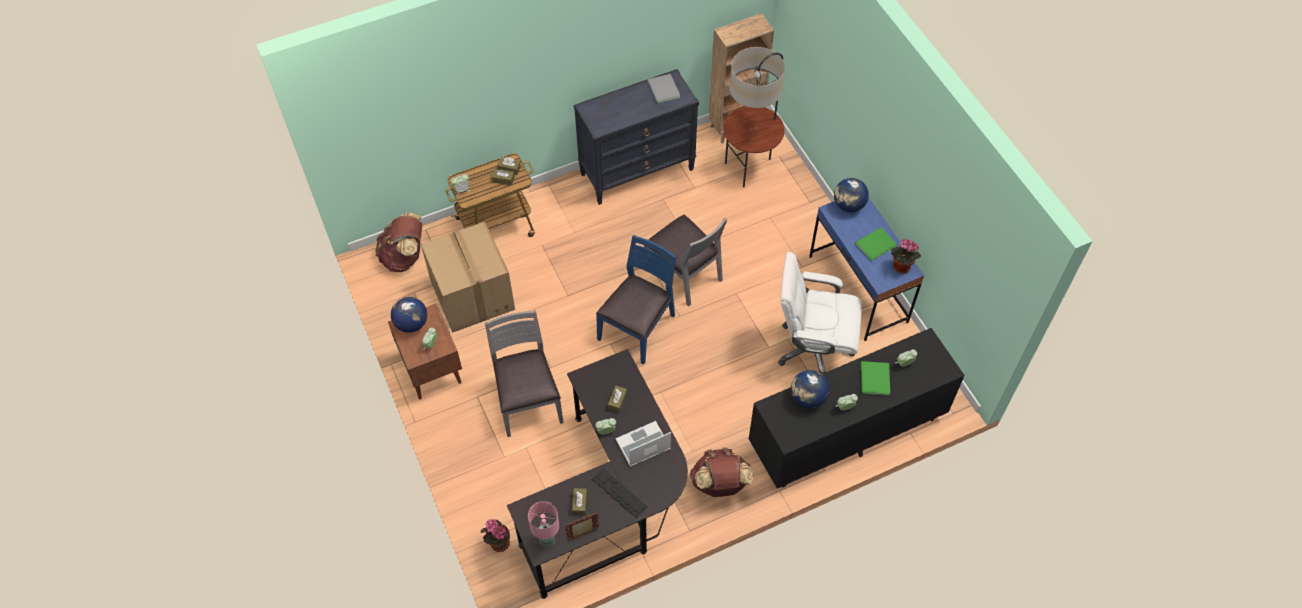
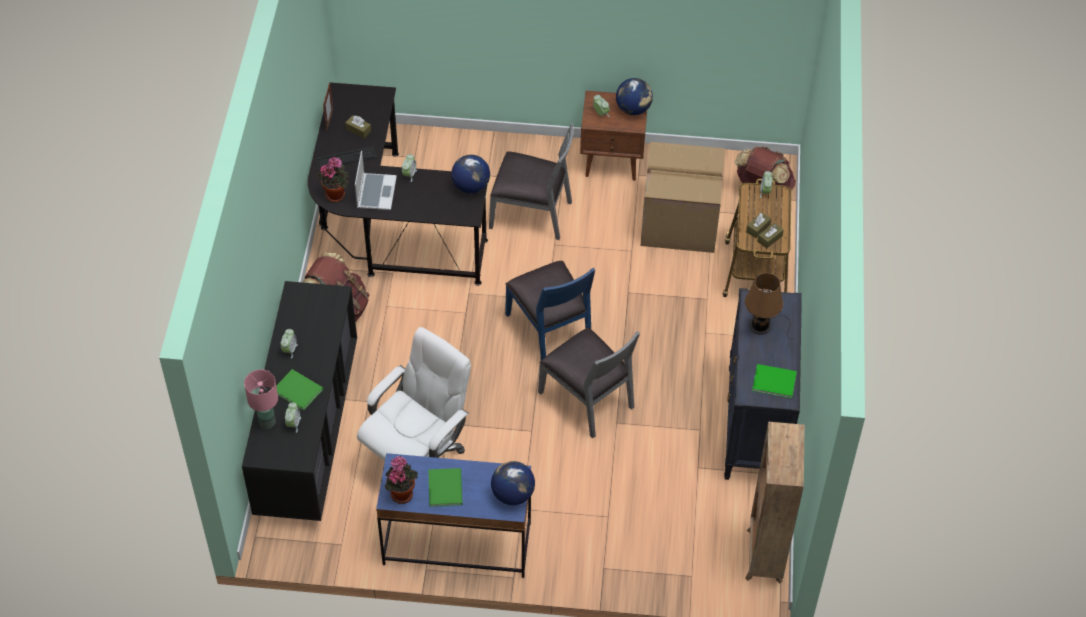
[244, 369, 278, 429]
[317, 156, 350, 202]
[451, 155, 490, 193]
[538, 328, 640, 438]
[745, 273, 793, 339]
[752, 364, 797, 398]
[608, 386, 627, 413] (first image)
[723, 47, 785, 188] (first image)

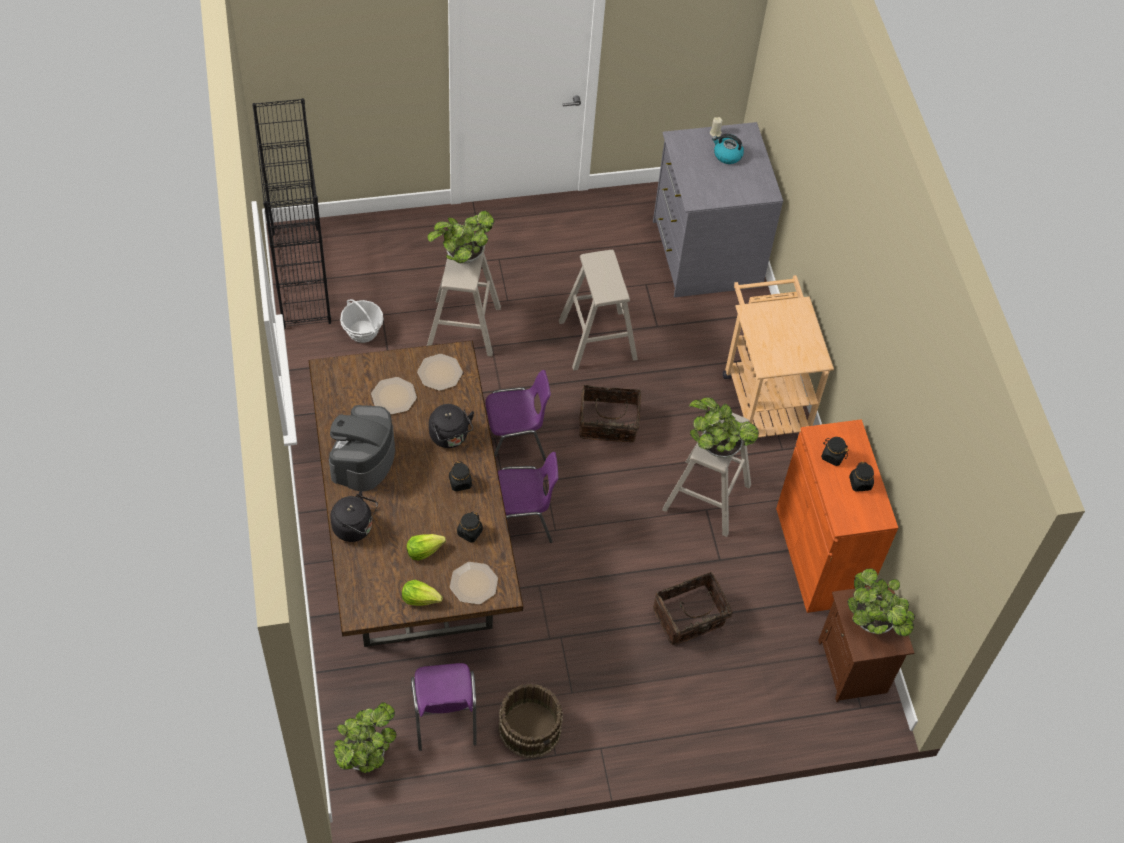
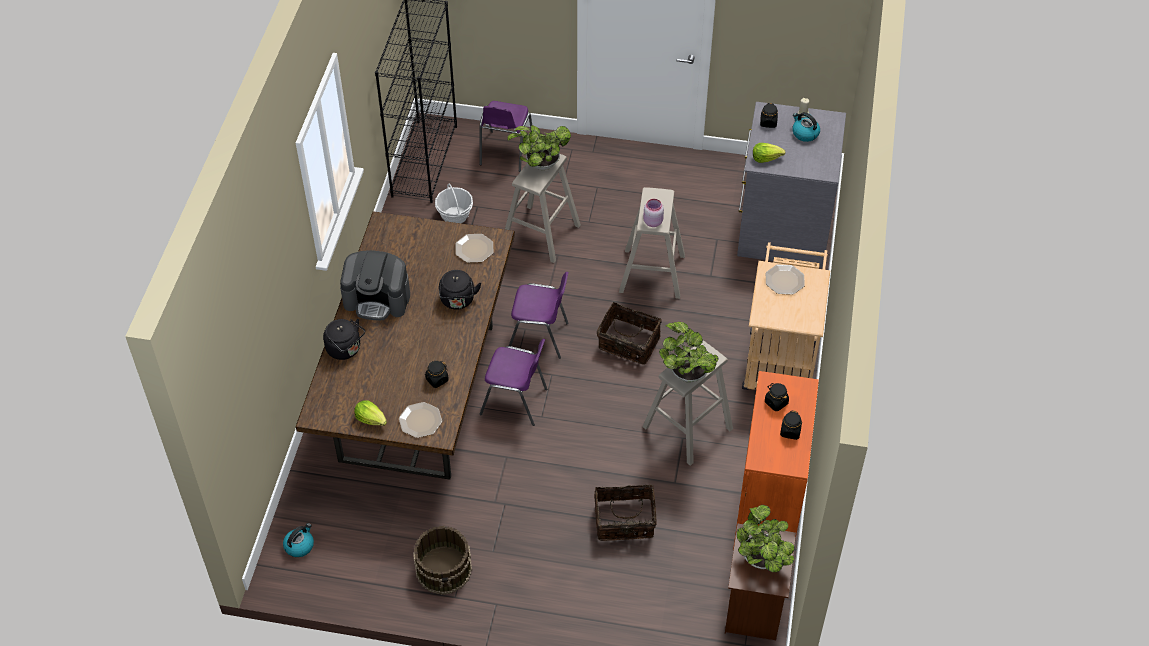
[283, 523, 314, 557]
[340, 250, 410, 321]
[479, 101, 532, 172]
[643, 199, 664, 227]
[753, 143, 786, 163]
[760, 103, 778, 128]
[766, 265, 805, 295]

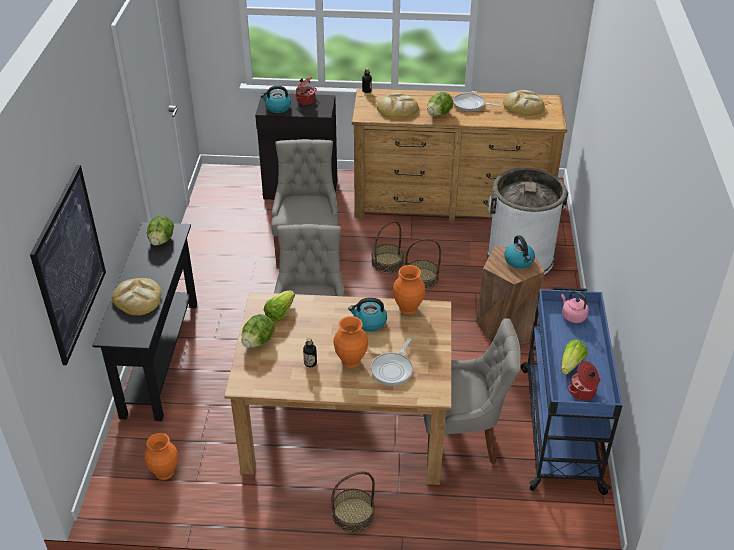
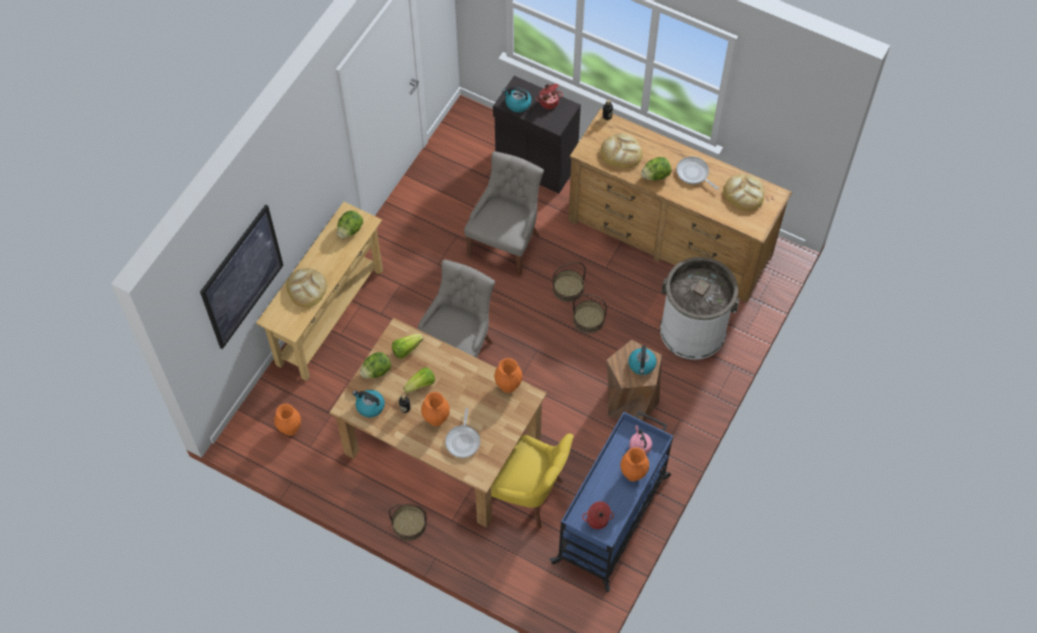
[256, 202, 383, 381]
[352, 390, 385, 418]
[404, 367, 435, 393]
[445, 408, 480, 458]
[491, 433, 574, 529]
[620, 448, 649, 482]

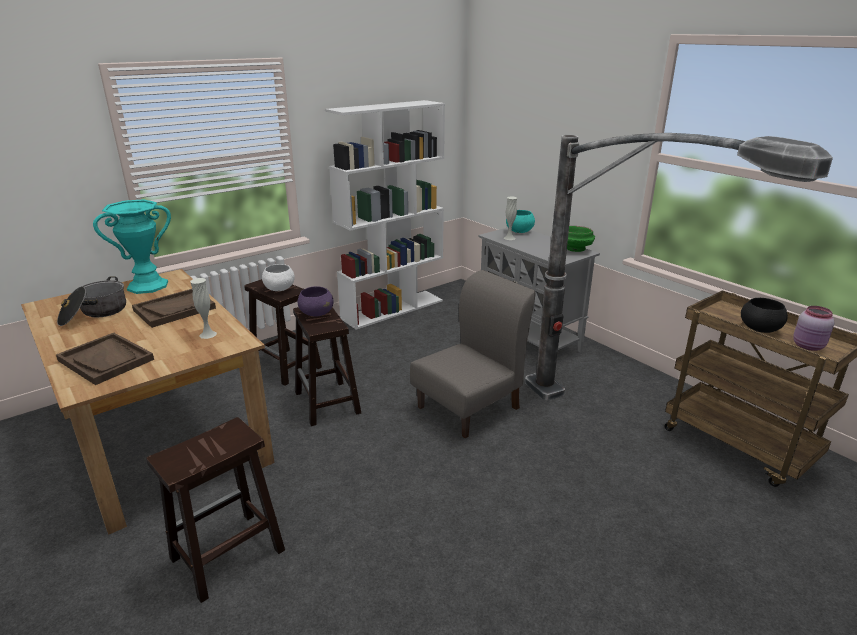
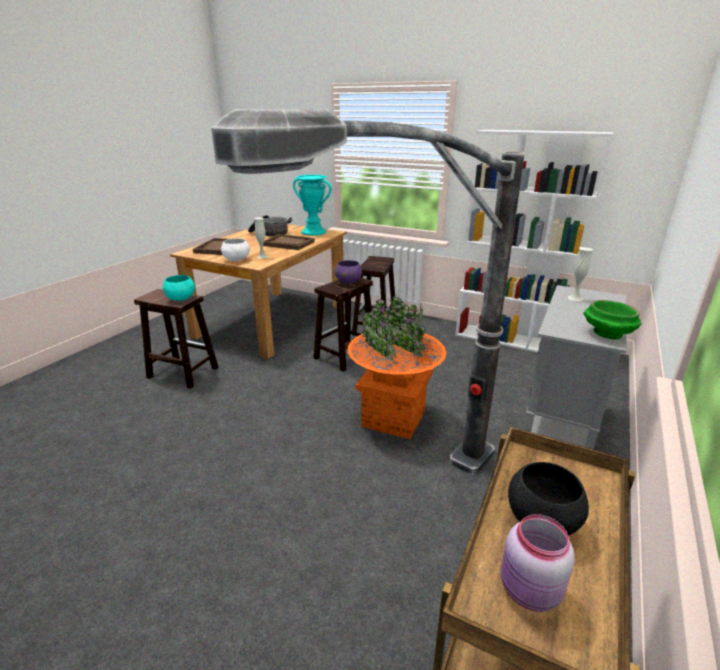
[163, 275, 195, 301]
[221, 238, 250, 261]
[348, 296, 446, 439]

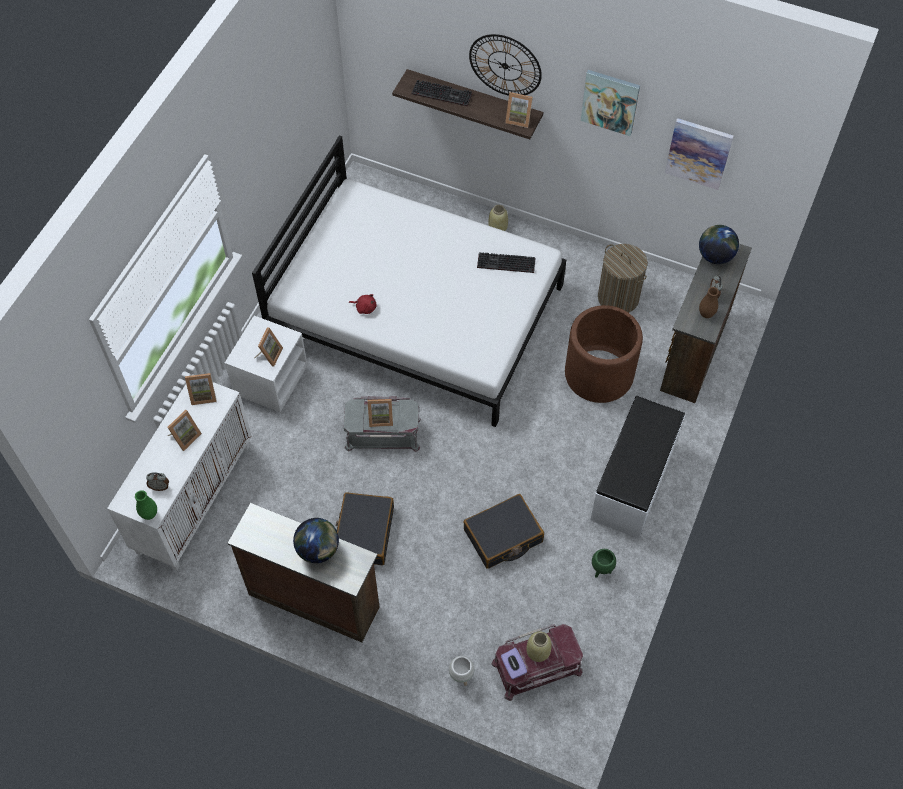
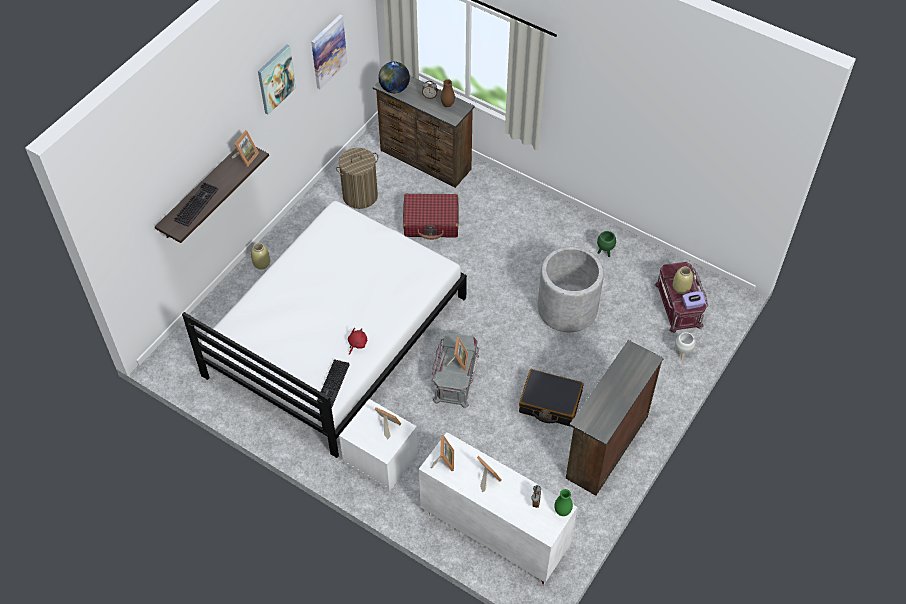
[317, 359, 350, 408]
[403, 194, 459, 240]
[538, 247, 604, 332]
[293, 518, 339, 563] (first image)
[469, 34, 542, 96] (first image)
[590, 396, 685, 538] (first image)

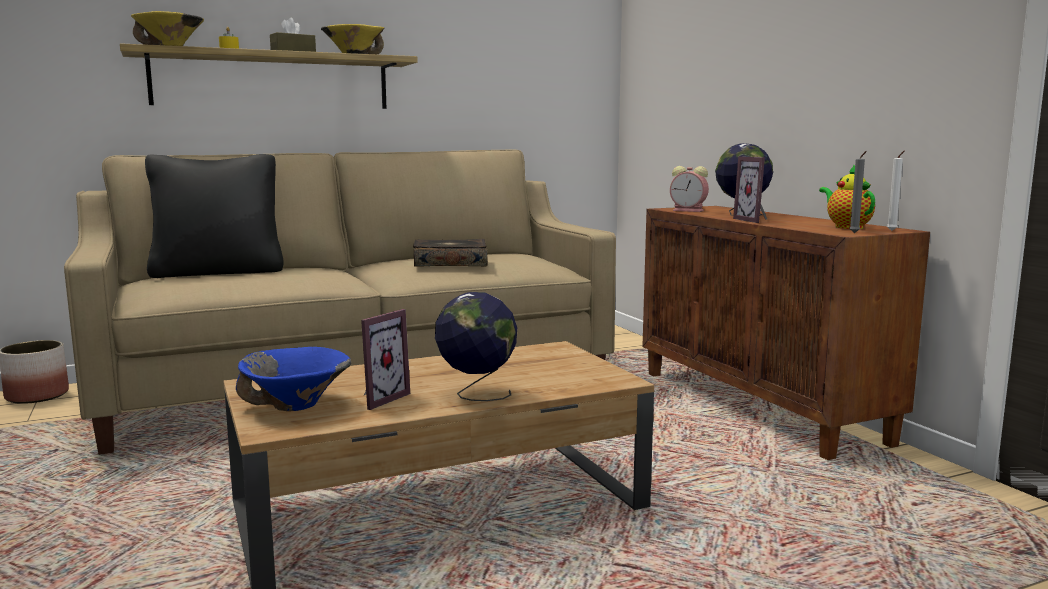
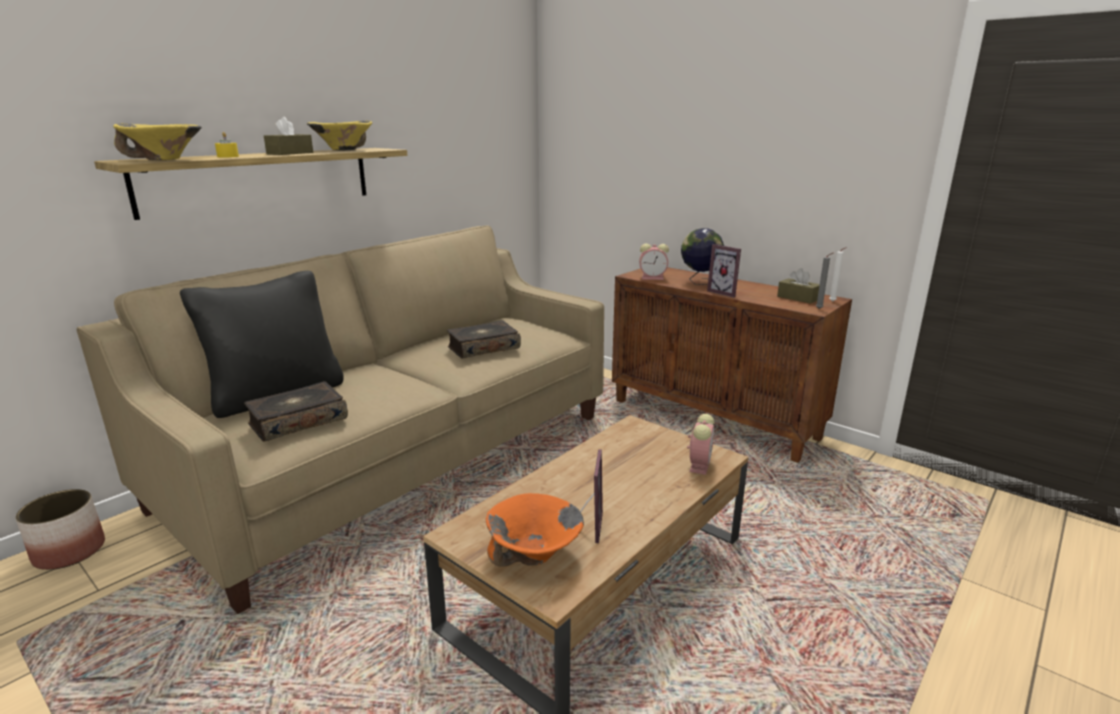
[244, 381, 348, 442]
[486, 493, 584, 567]
[687, 414, 715, 475]
[777, 268, 820, 304]
[435, 292, 517, 401] (first image)

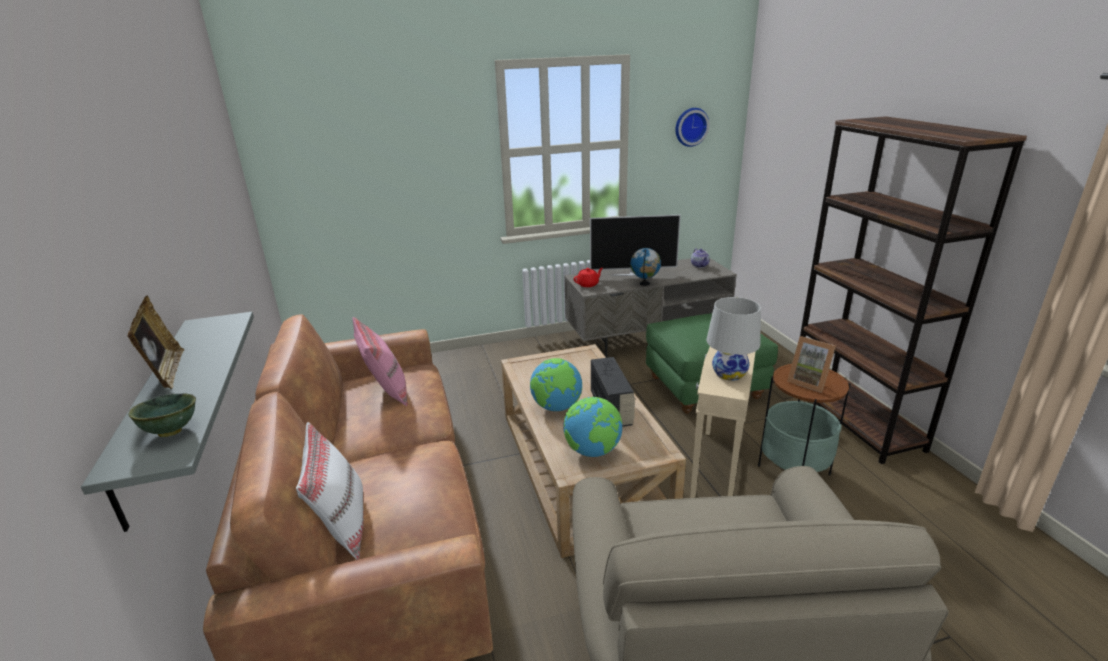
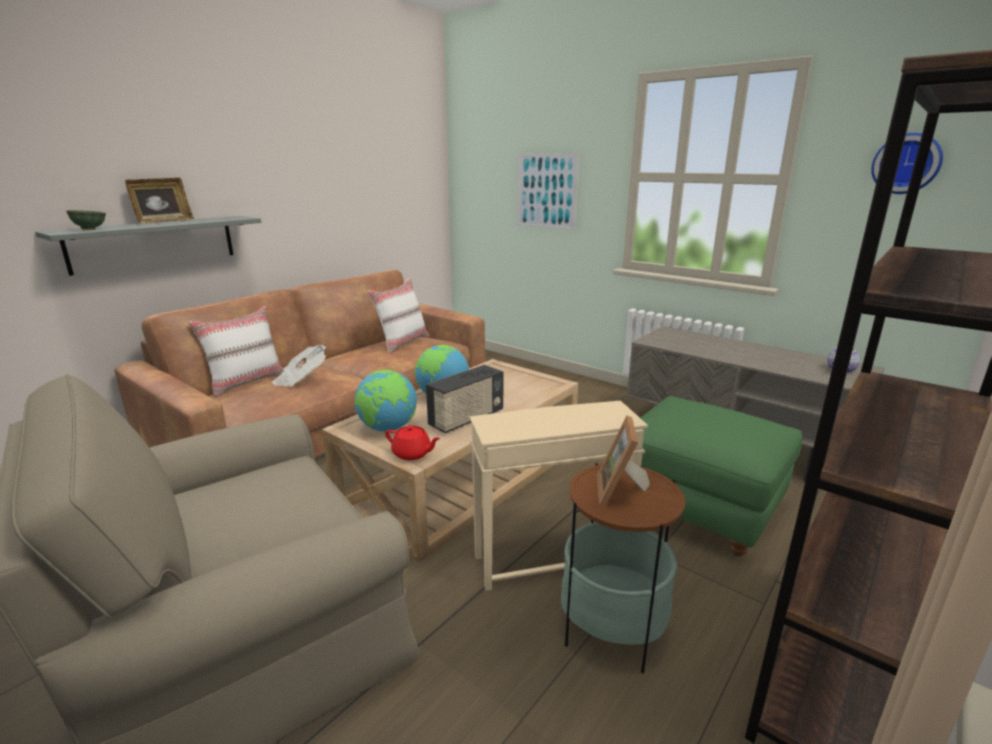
[272, 345, 326, 387]
[368, 278, 429, 354]
[385, 425, 440, 460]
[517, 153, 579, 231]
[590, 215, 681, 276] (first image)
[630, 248, 661, 286] (first image)
[706, 297, 761, 381] (first image)

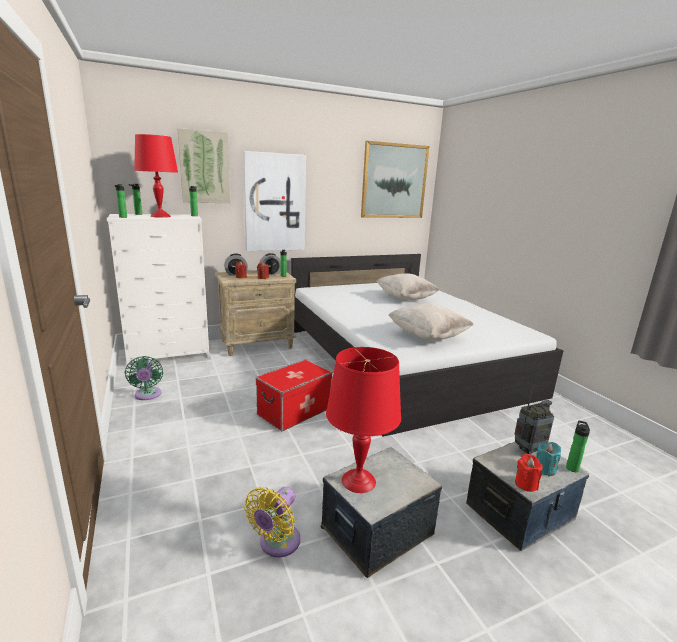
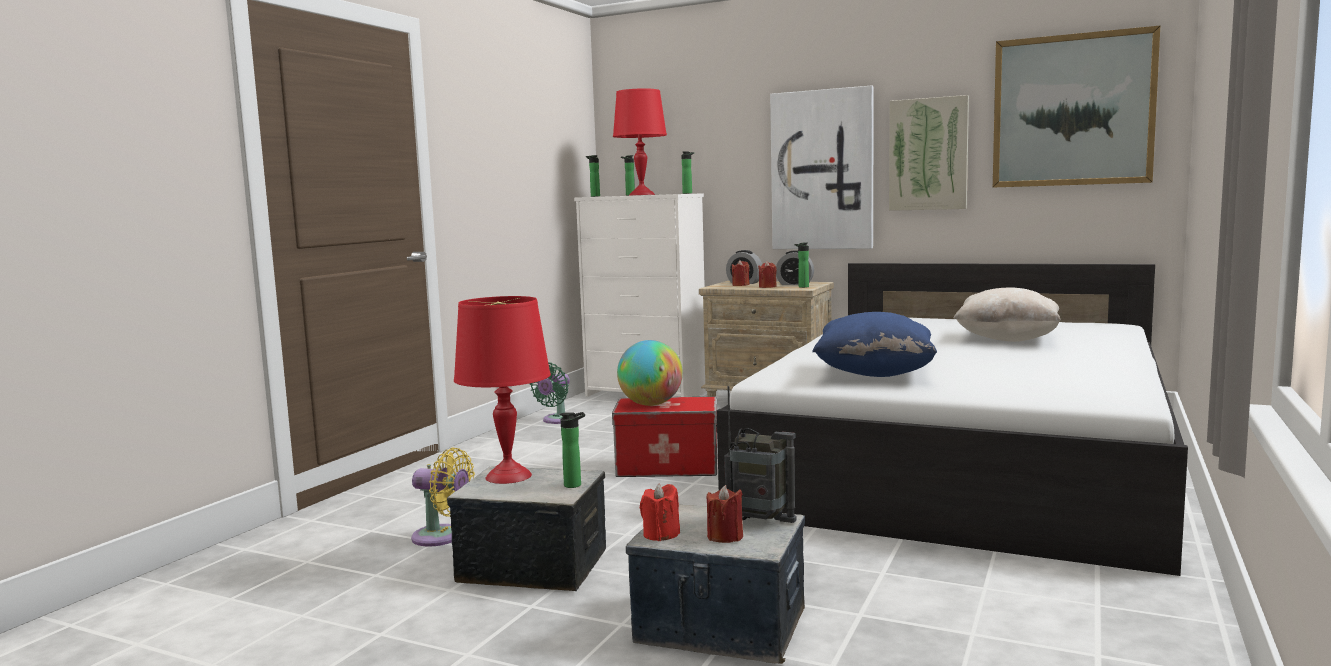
[411, 448, 475, 547]
[560, 412, 585, 488]
[617, 340, 683, 406]
[707, 485, 743, 543]
[812, 312, 937, 377]
[889, 95, 969, 211]

